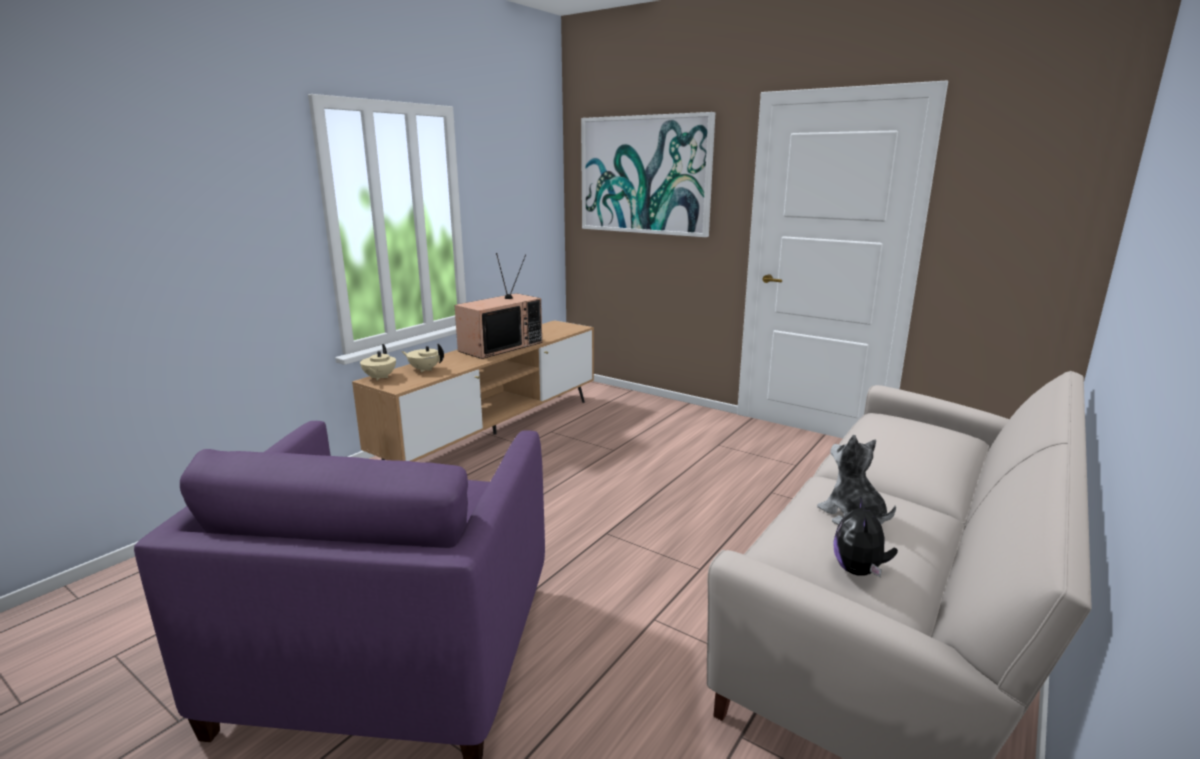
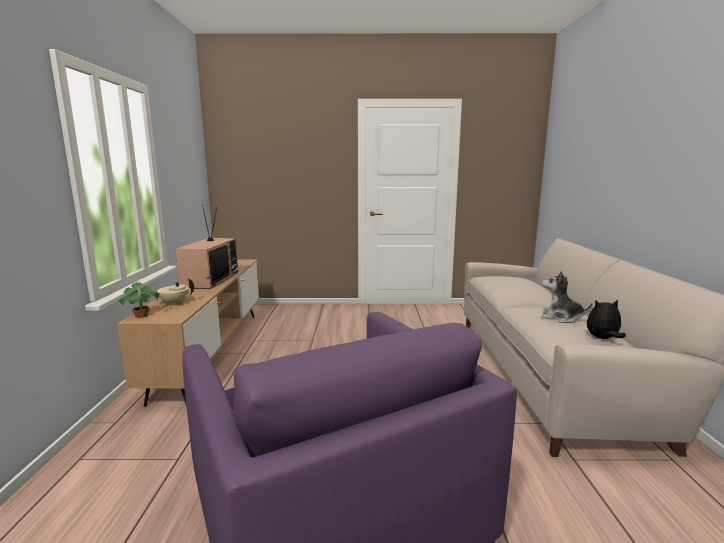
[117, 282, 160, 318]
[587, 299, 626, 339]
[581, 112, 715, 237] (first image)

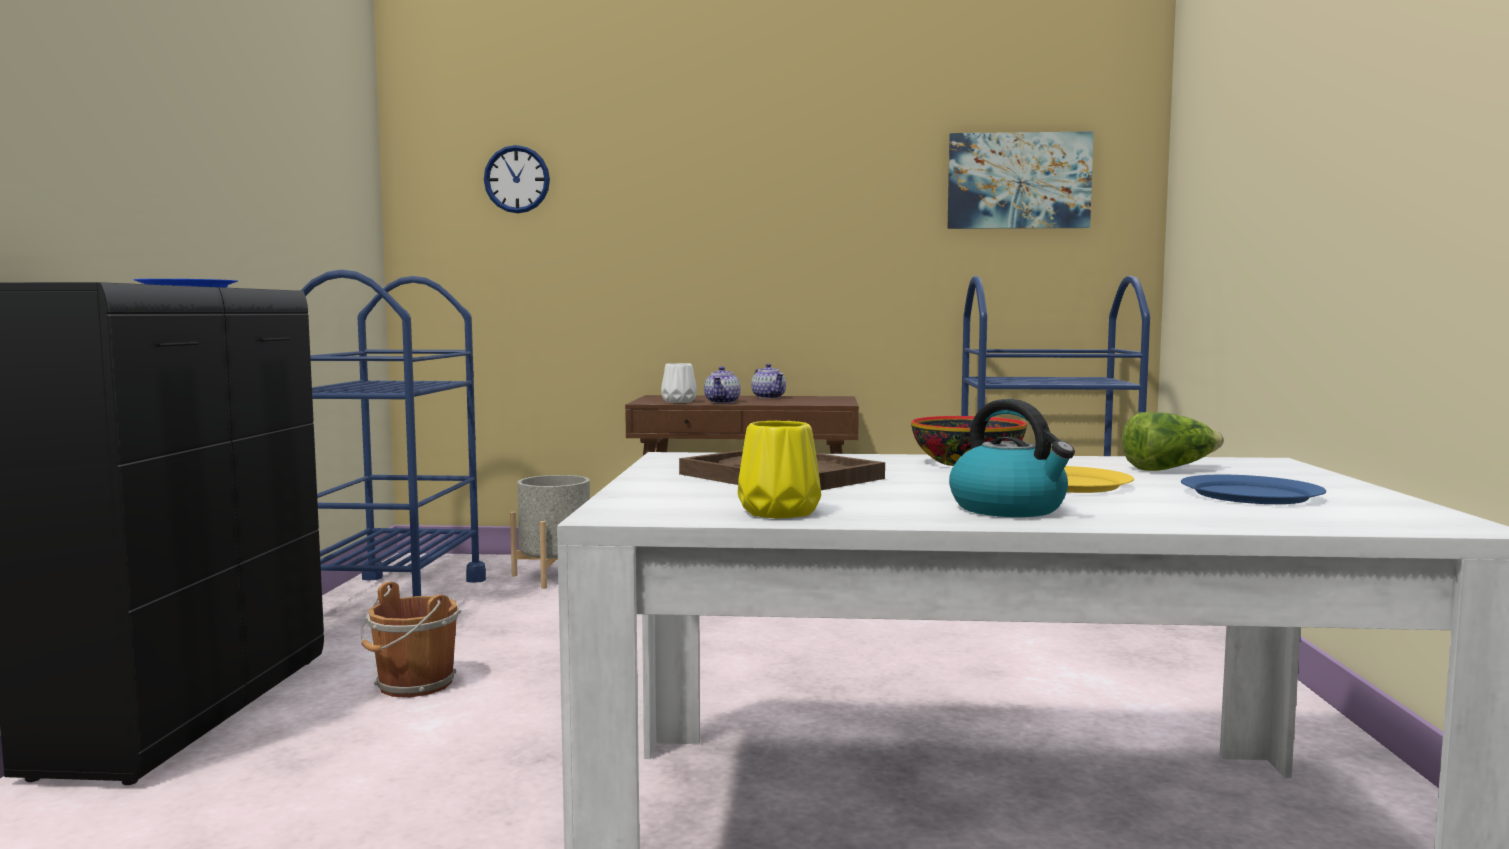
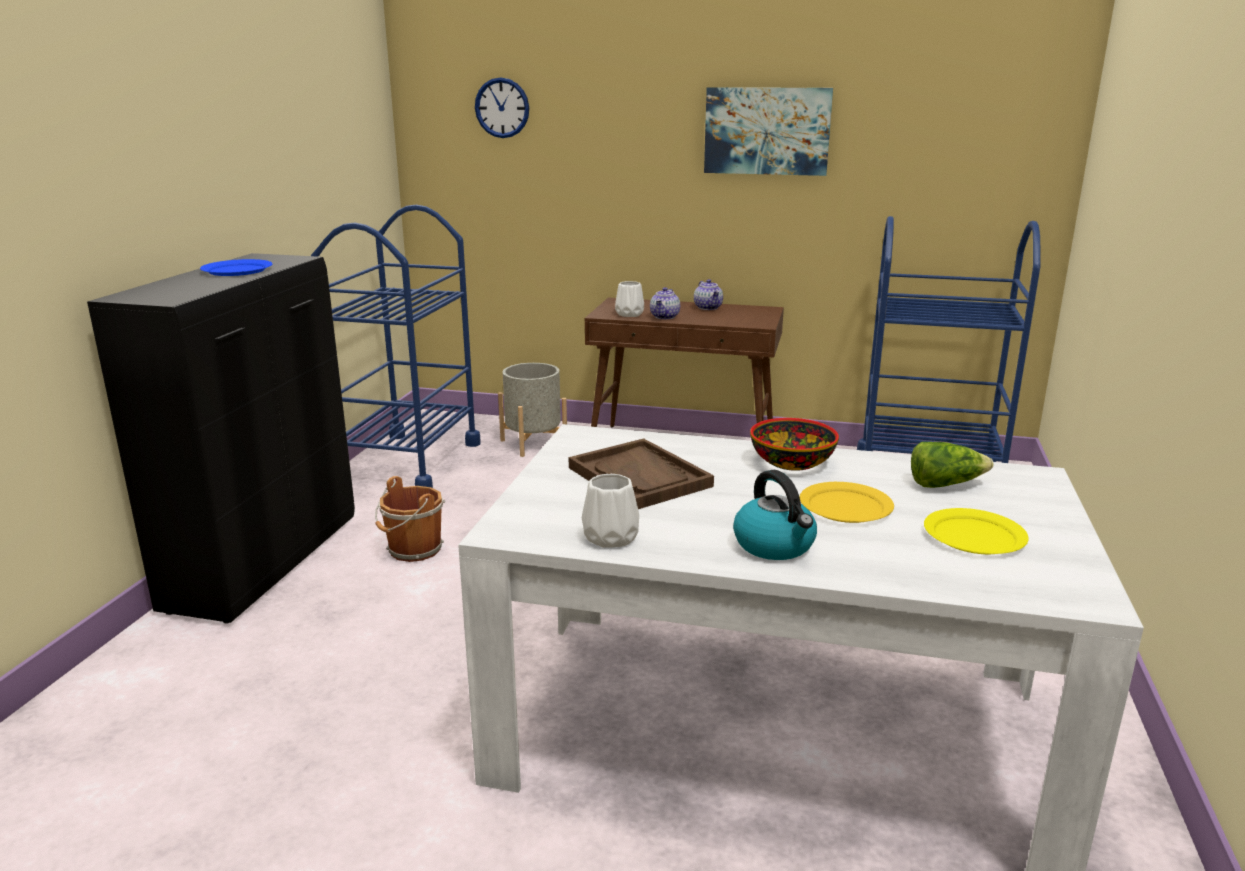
[582, 474, 639, 548]
[704, 87, 833, 176]
[924, 508, 1029, 554]

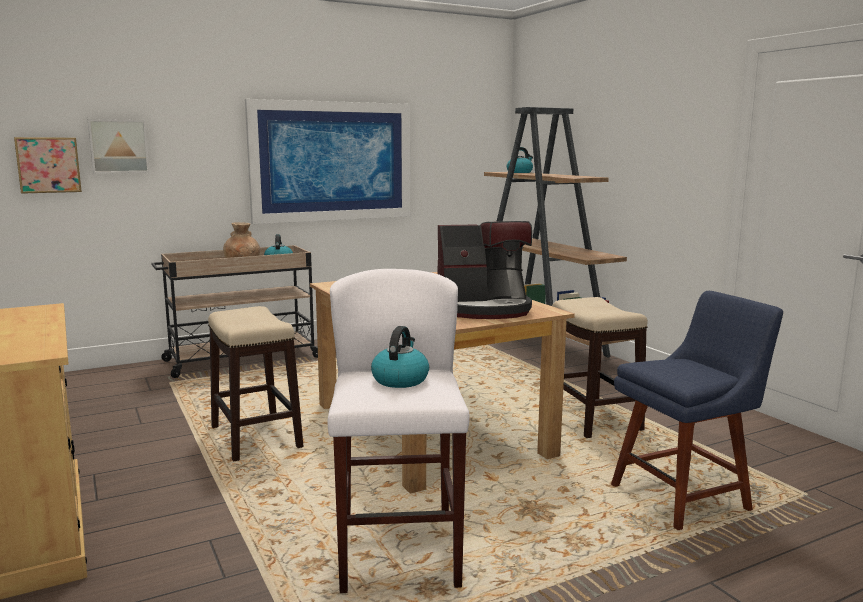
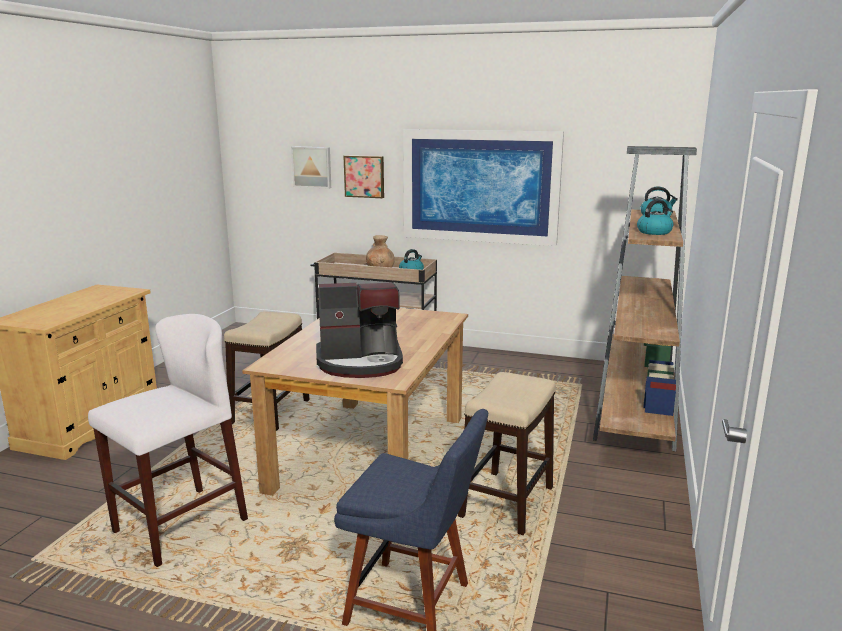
[316, 282, 403, 378]
[343, 155, 384, 198]
[637, 199, 673, 235]

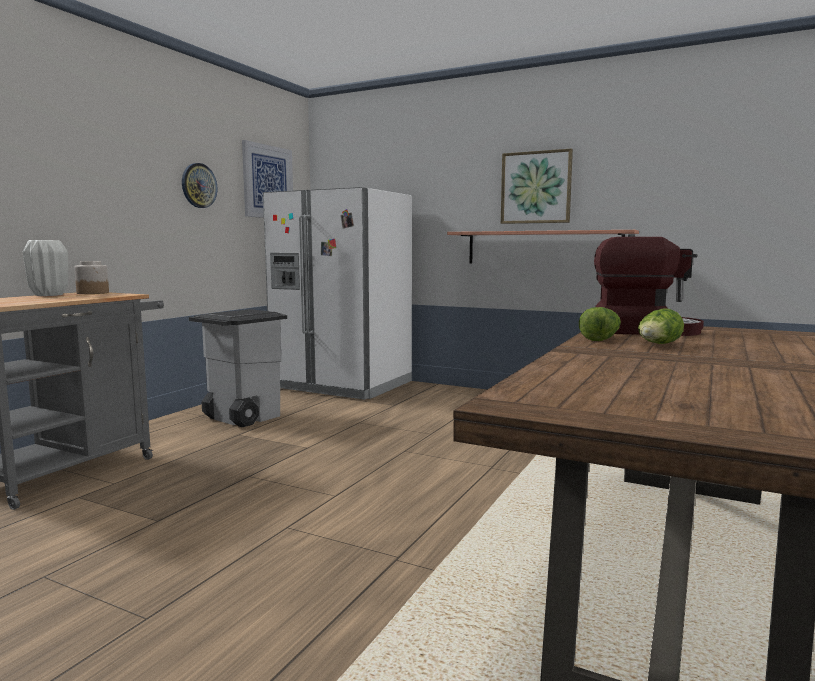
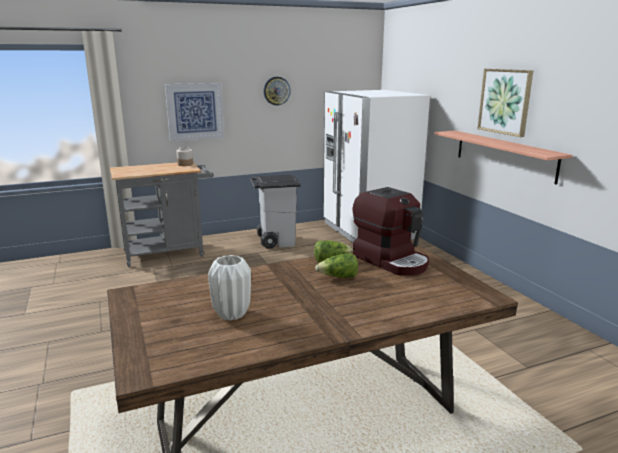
[165, 83, 224, 141]
[208, 255, 251, 320]

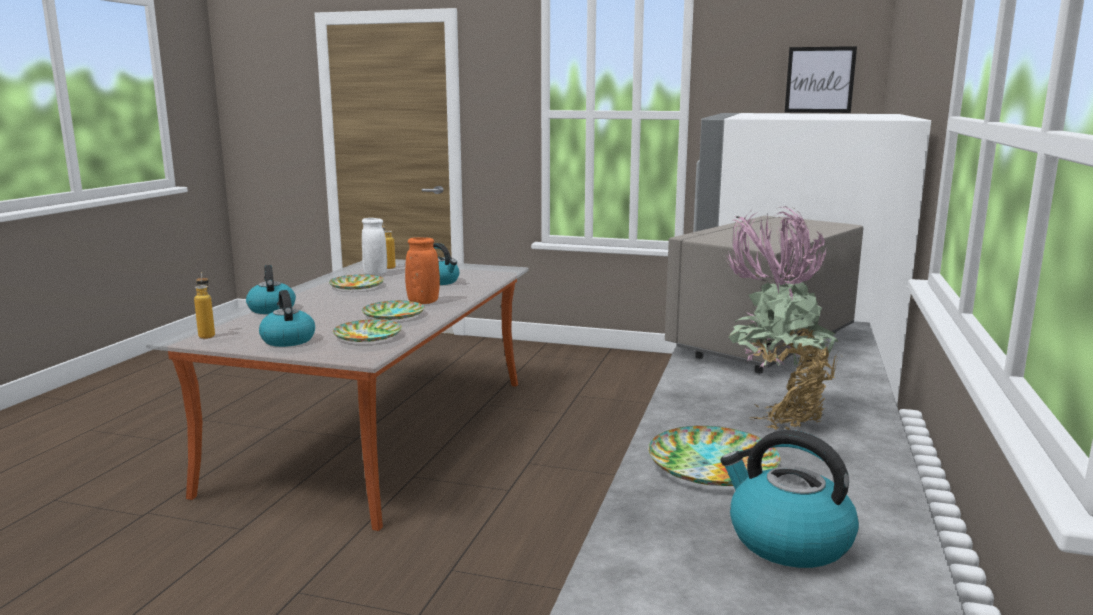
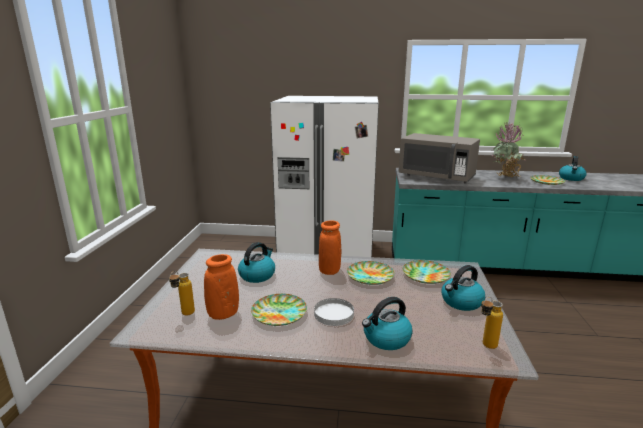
[204, 254, 239, 320]
[314, 298, 354, 326]
[785, 46, 857, 113] (first image)

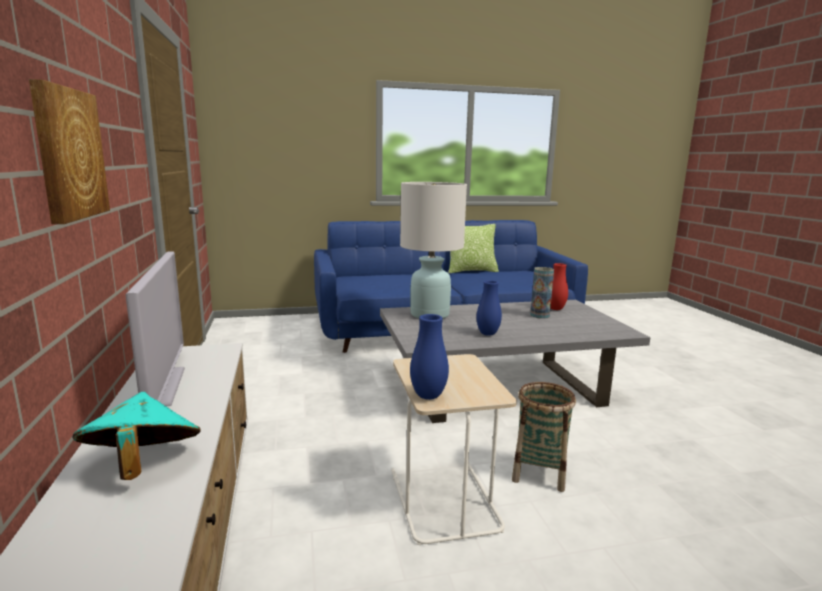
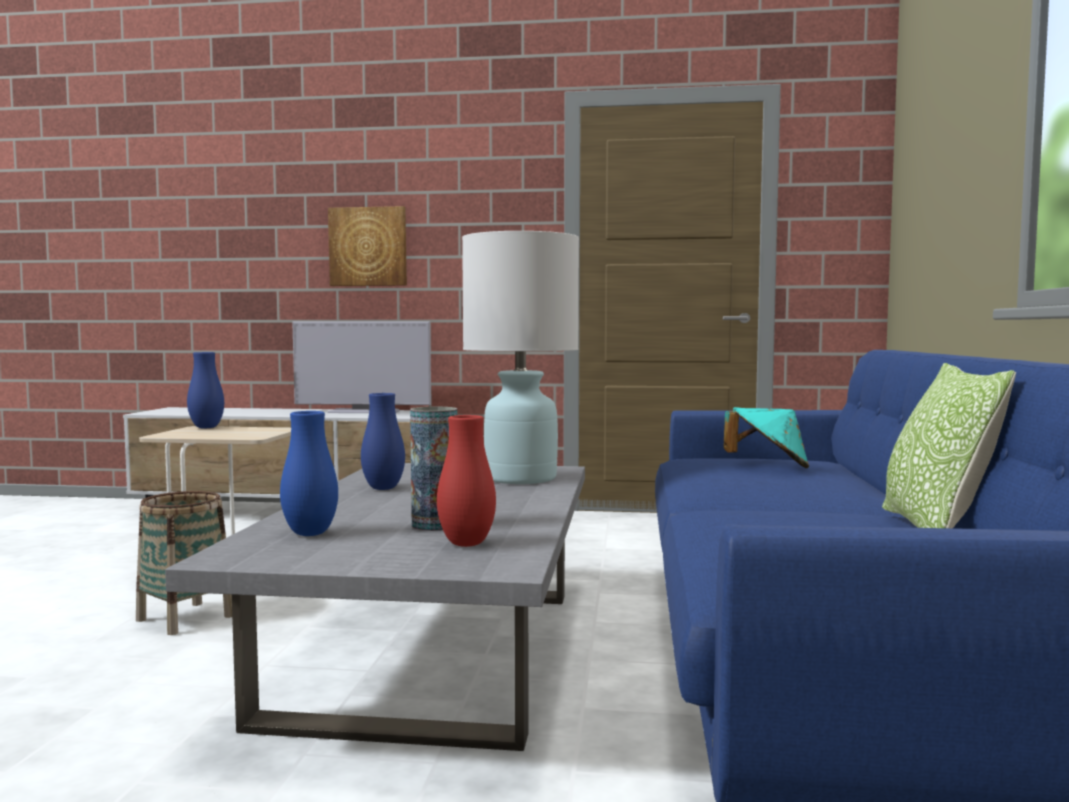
[280, 411, 338, 536]
[724, 407, 809, 468]

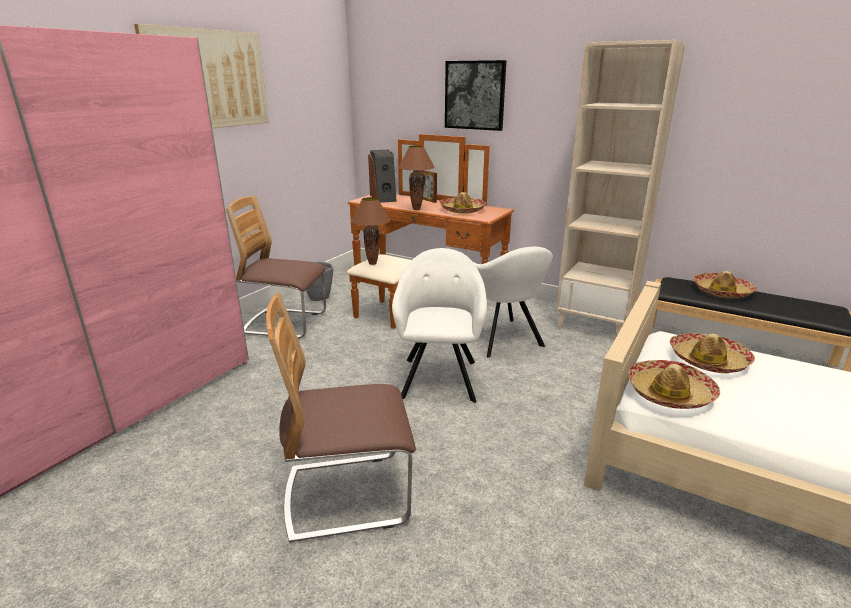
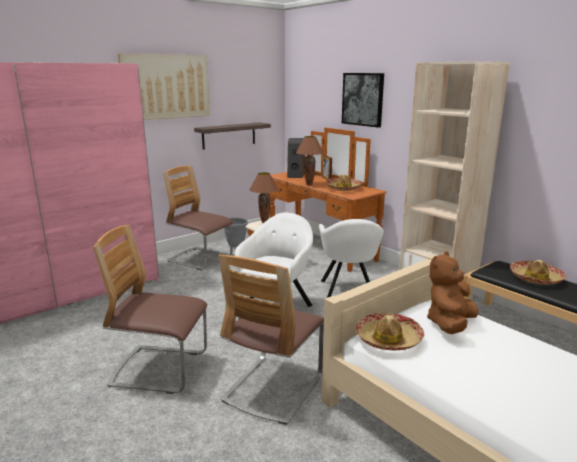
[194, 122, 271, 150]
[219, 255, 324, 425]
[427, 251, 478, 334]

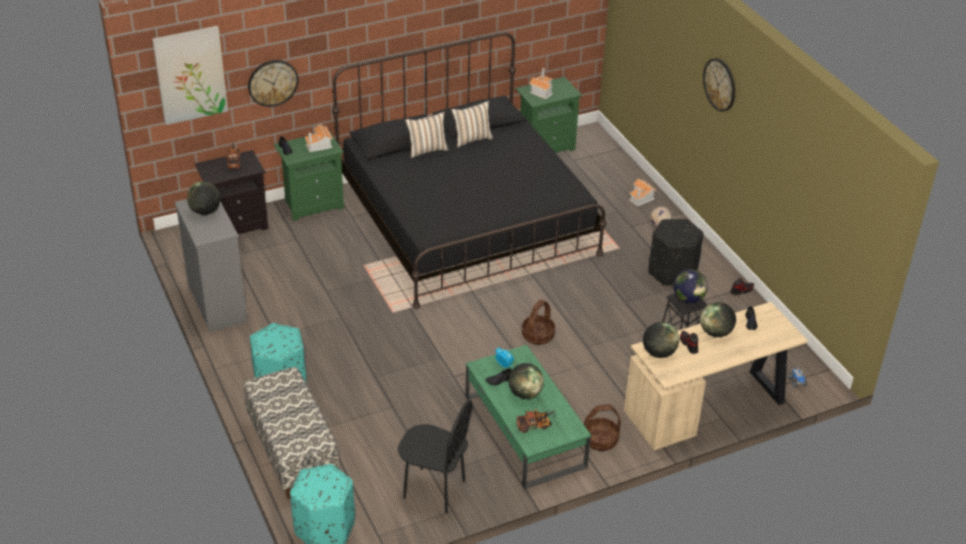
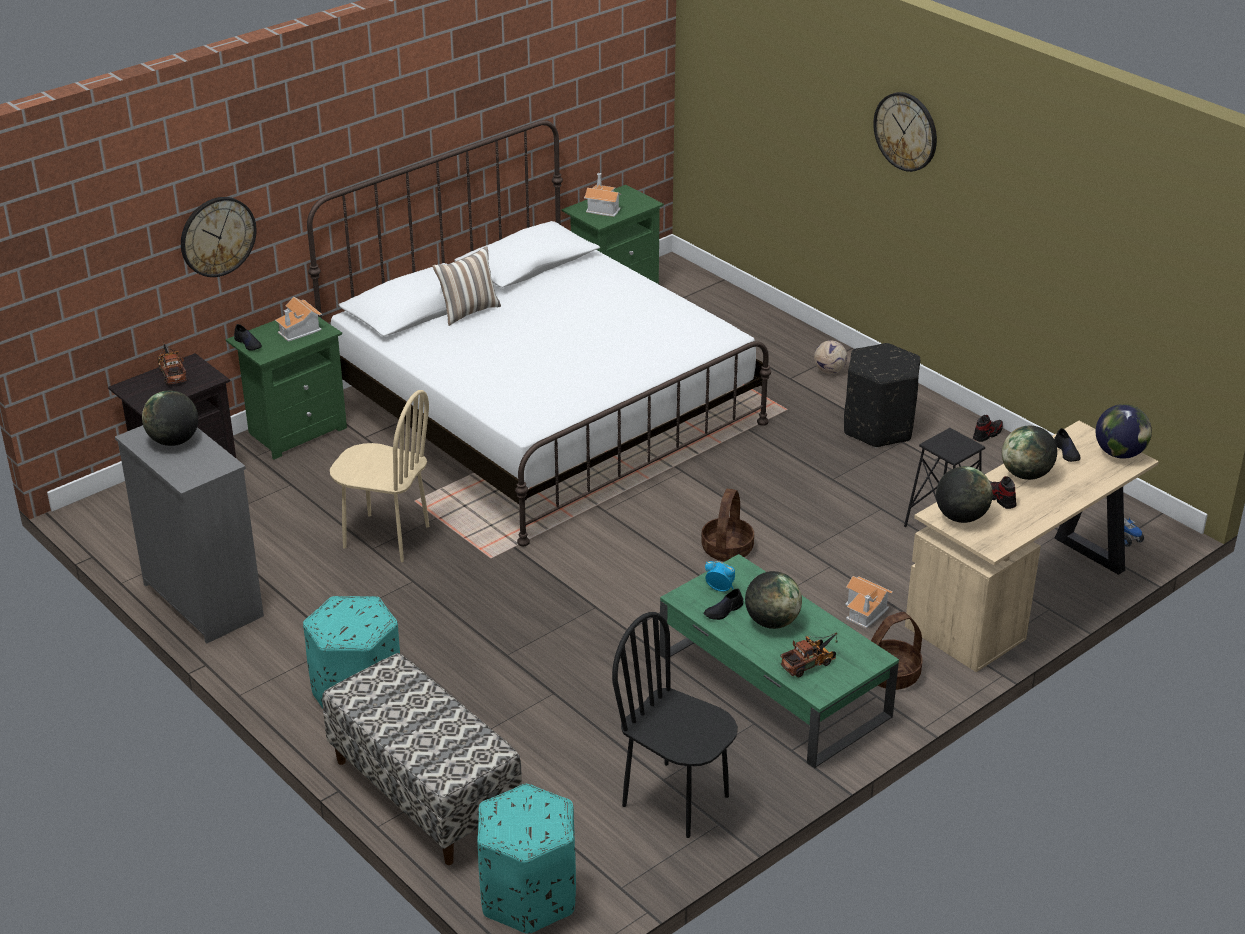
[307, 120, 771, 546]
[330, 390, 429, 562]
[612, 612, 738, 838]
[845, 576, 893, 629]
[1096, 404, 1152, 459]
[152, 26, 228, 125] (first image)
[451, 101, 493, 147] (first image)

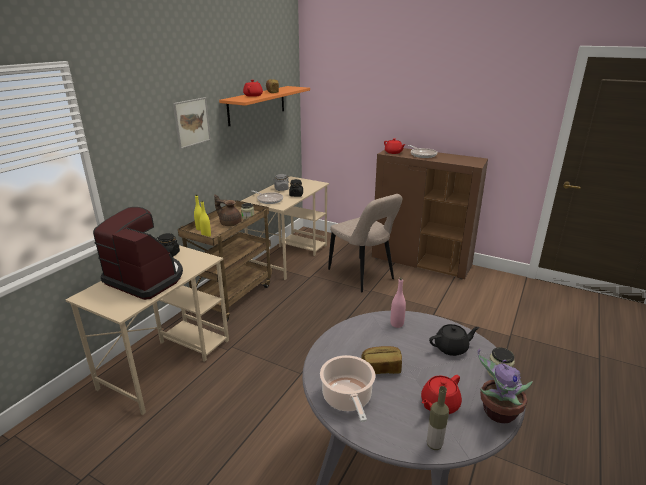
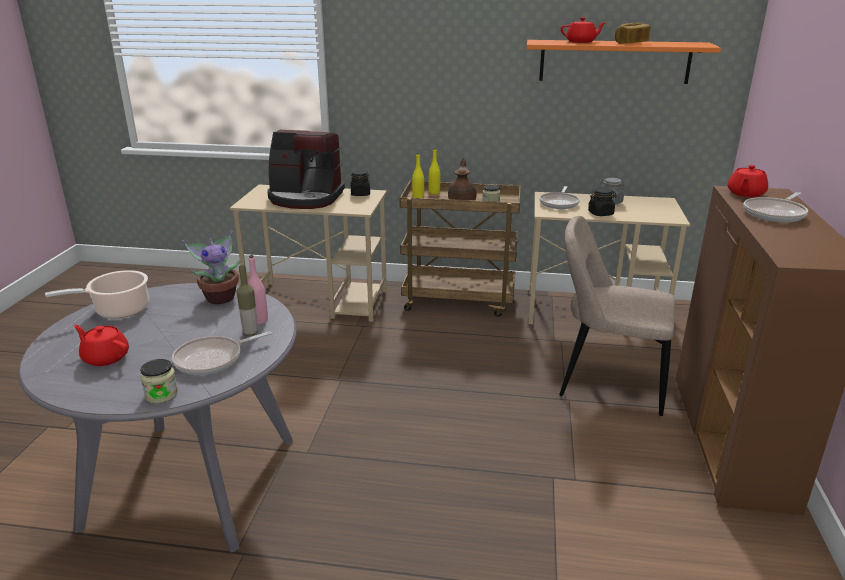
[172, 331, 272, 375]
[182, 231, 241, 304]
[236, 265, 258, 336]
[268, 130, 345, 209]
[559, 216, 675, 416]
[173, 97, 211, 149] (first image)
[361, 346, 402, 374] (first image)

